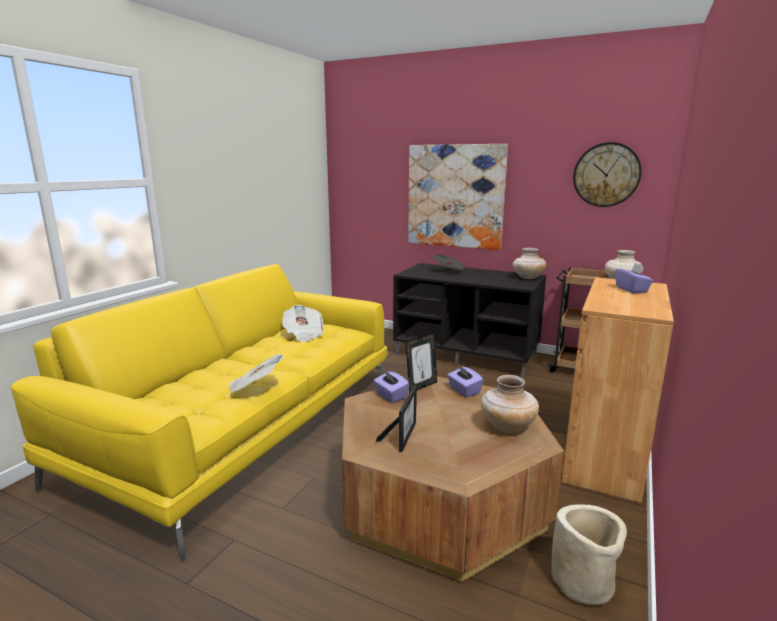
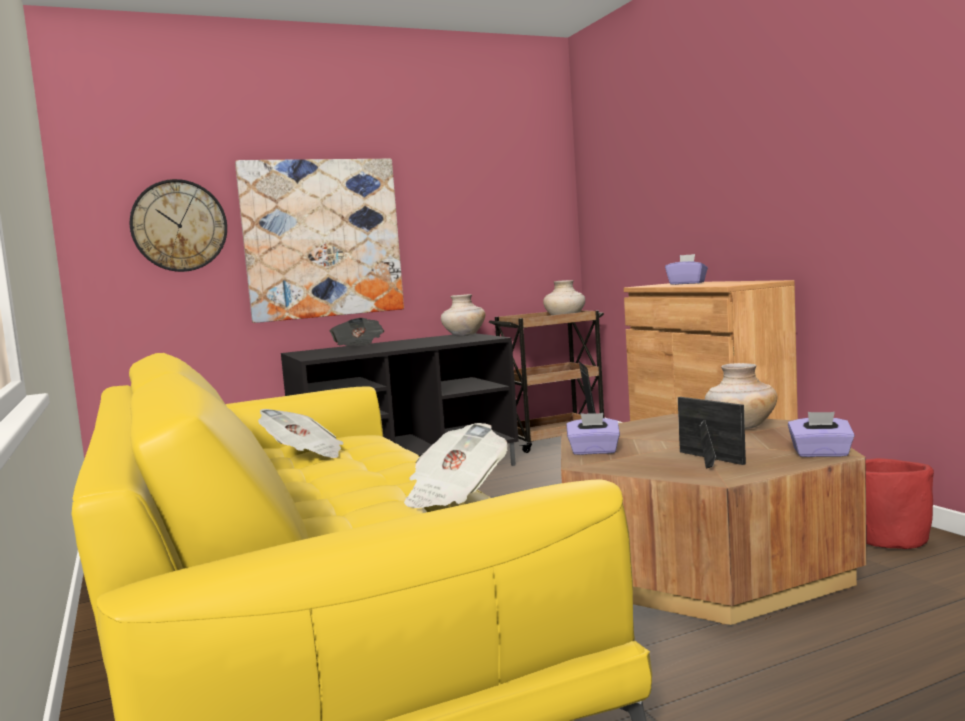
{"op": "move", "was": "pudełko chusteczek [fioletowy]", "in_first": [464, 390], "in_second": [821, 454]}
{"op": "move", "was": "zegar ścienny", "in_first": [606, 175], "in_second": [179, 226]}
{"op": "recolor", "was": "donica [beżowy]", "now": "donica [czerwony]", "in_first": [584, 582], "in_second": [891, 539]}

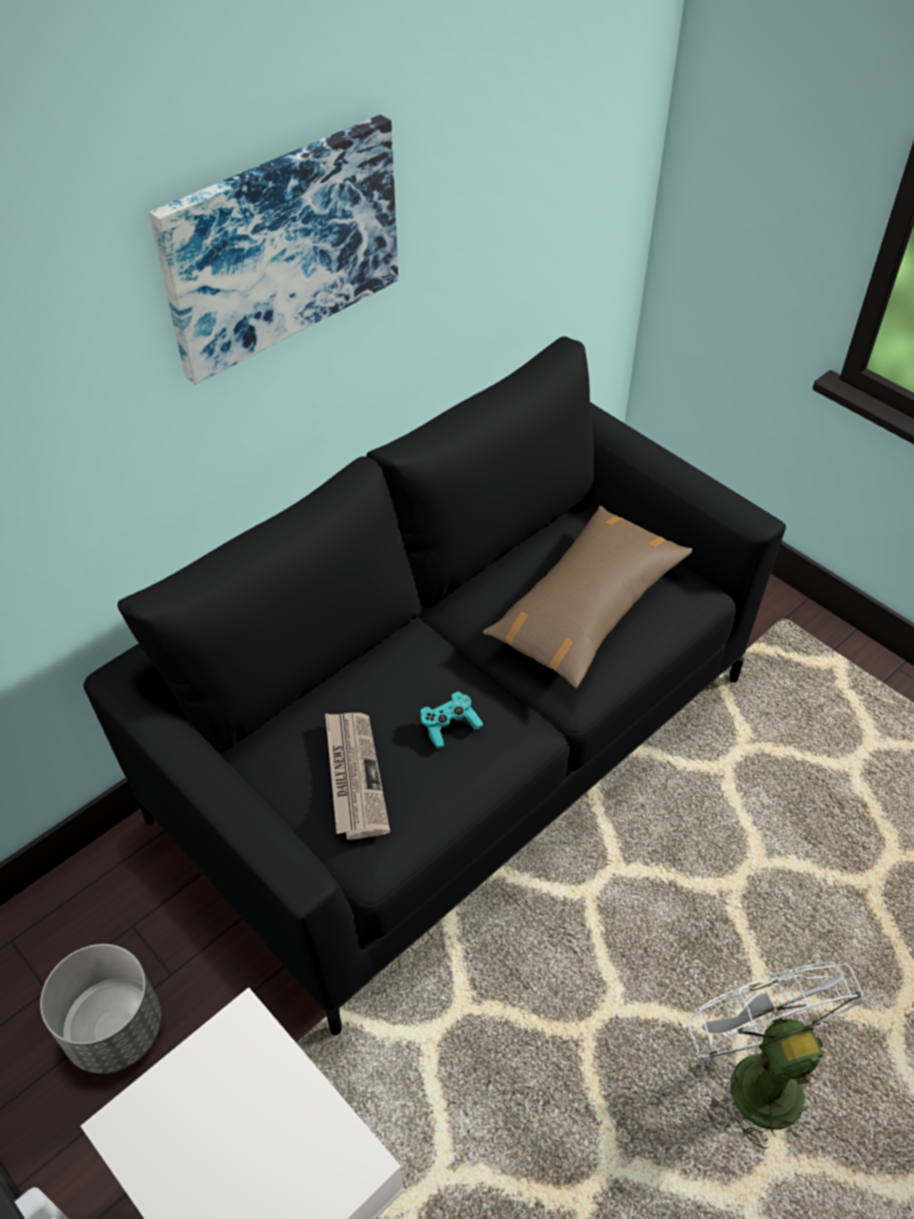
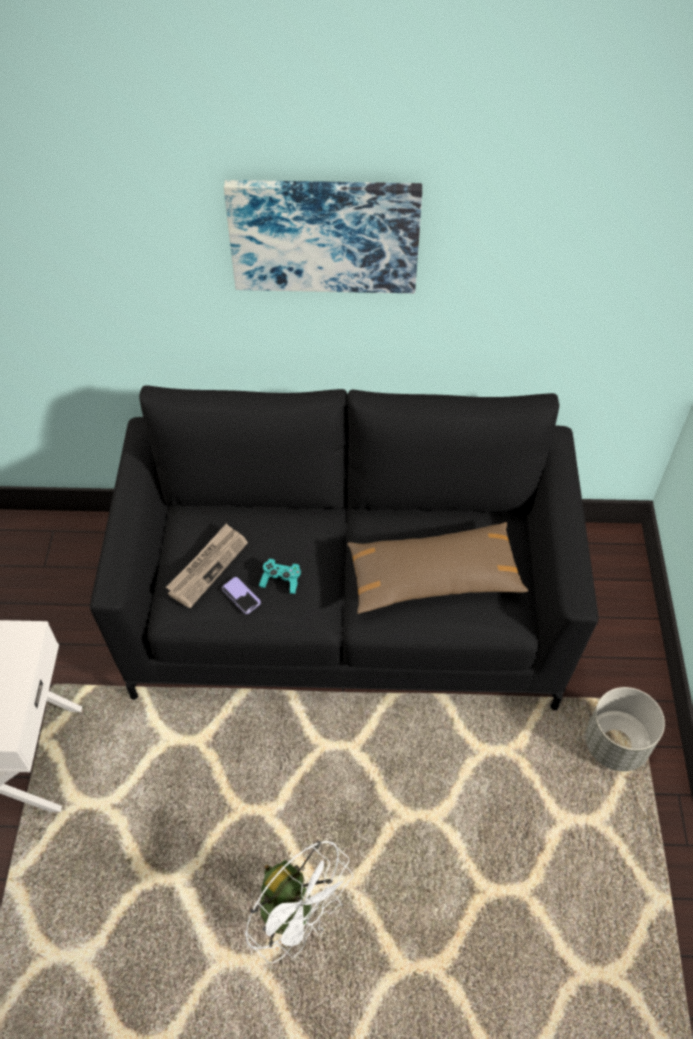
{"op": "insert", "now": "telefon", "in_second": [241, 596]}
{"op": "move", "was": "donica [szary]", "in_first": [114, 1029], "in_second": [615, 744]}
{"op": "rotate", "was": "wentylator [biały]", "in_first": [755, 1074], "in_second": [297, 914], "clockwise": 105}

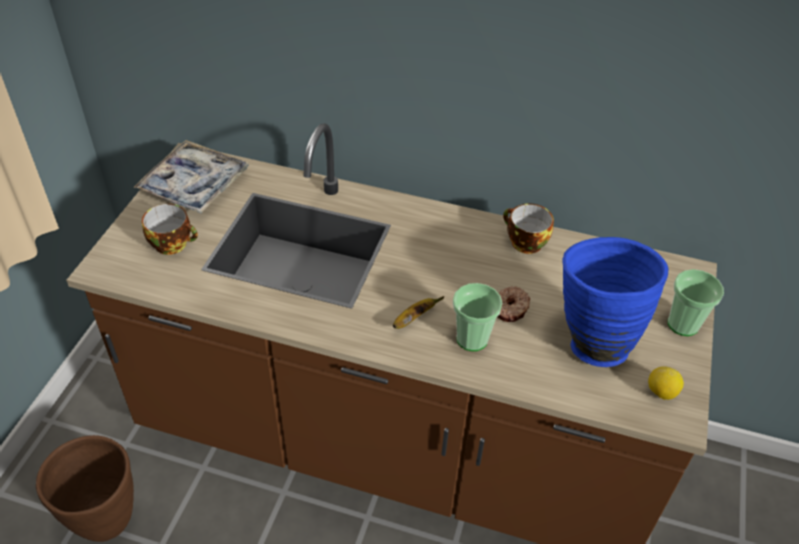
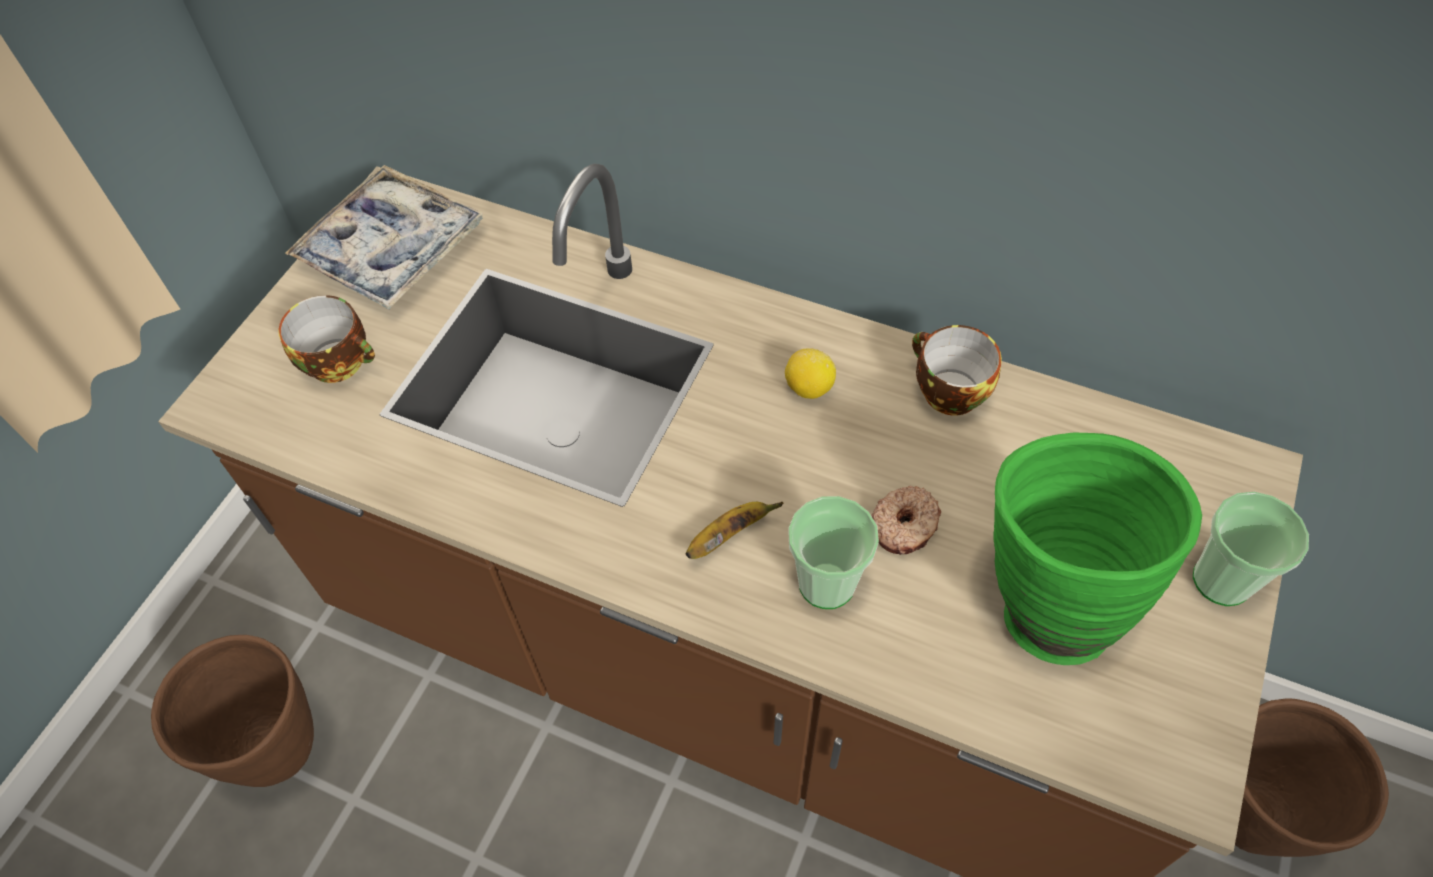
{"op": "insert", "now": "donica [brązowy]", "in_second": [1249, 814]}
{"op": "move", "was": "cytryna", "in_first": [661, 392], "in_second": [808, 388]}
{"op": "recolor", "was": "wazon [niebieski]", "now": "wazon [zielony]", "in_first": [591, 339], "in_second": [1044, 600]}

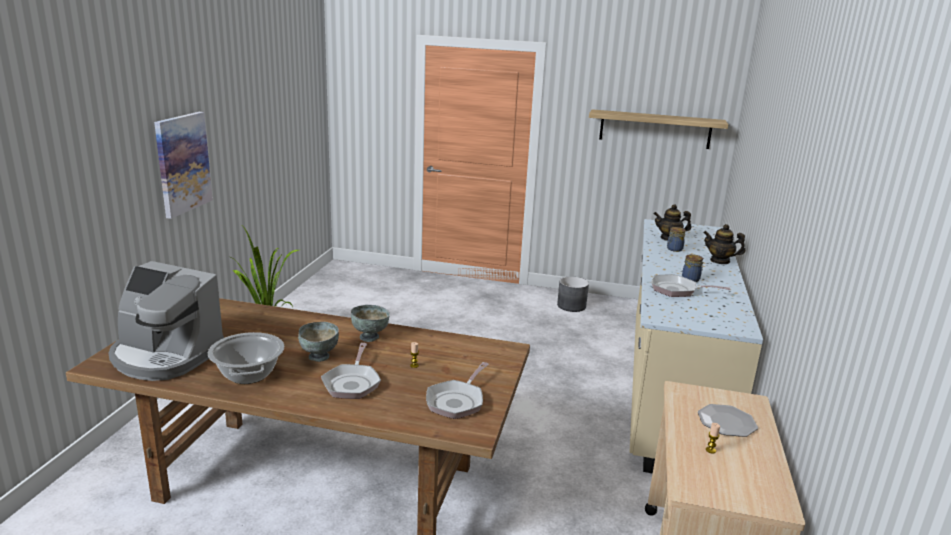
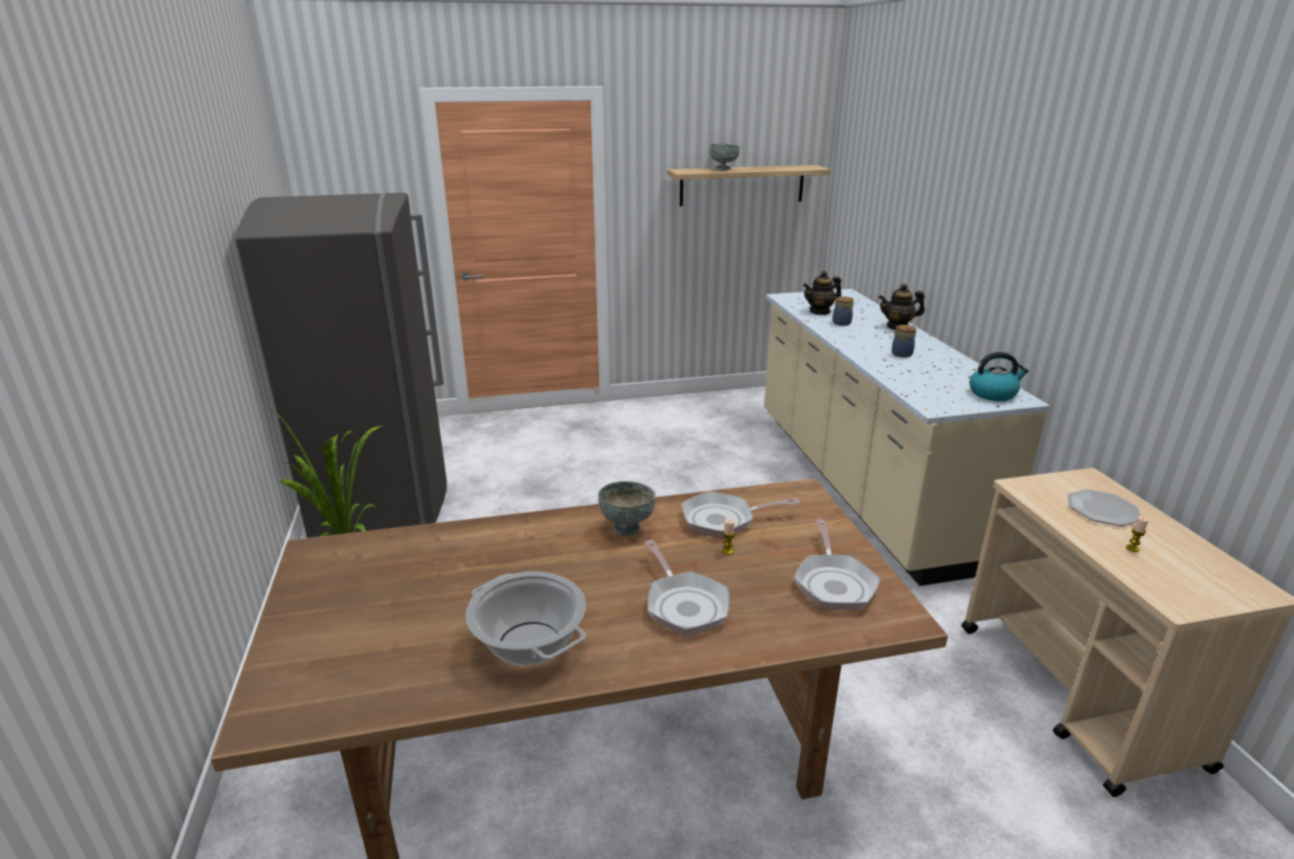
{"op": "delete", "was": "ekspres do kawy", "in_first": [165, 356]}
{"op": "delete", "was": "obraz", "in_first": [182, 163]}
{"op": "delete", "was": "donica [szary]", "in_first": [571, 306]}
{"op": "insert", "now": "lodówka [szary]", "in_second": [383, 495]}
{"op": "insert", "now": "czajnik", "in_second": [993, 394]}
{"op": "move", "was": "miska [szary]", "in_first": [319, 357], "in_second": [723, 169]}
{"op": "move", "was": "patelnia", "in_first": [677, 290], "in_second": [723, 520]}

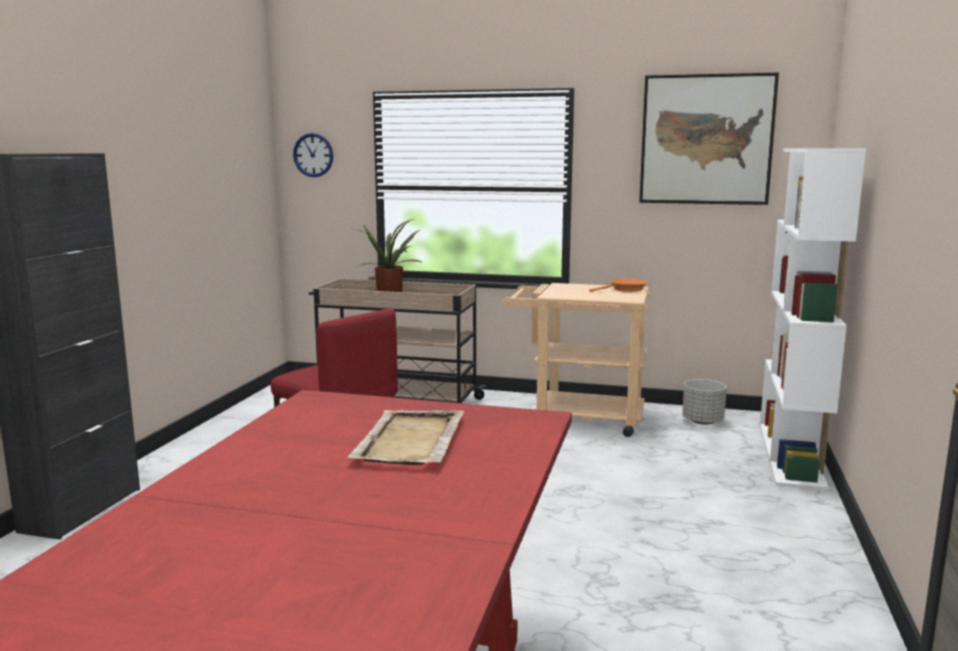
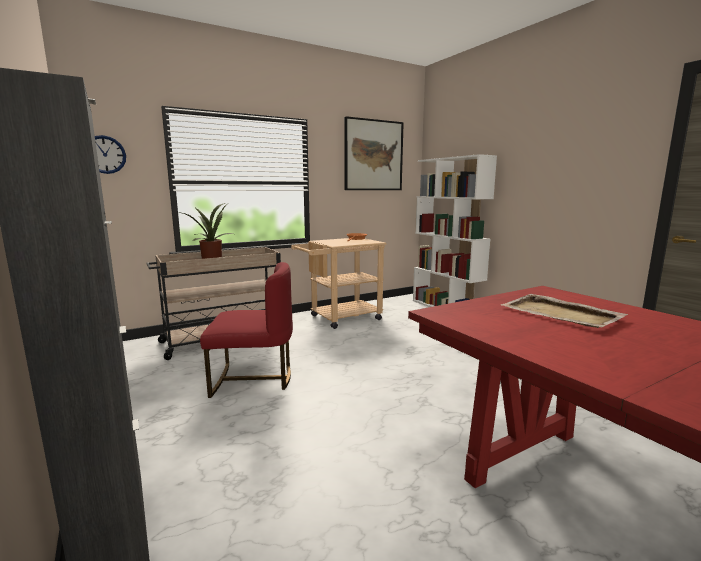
{"op": "delete", "was": "donica [szary]", "in_first": [702, 421]}

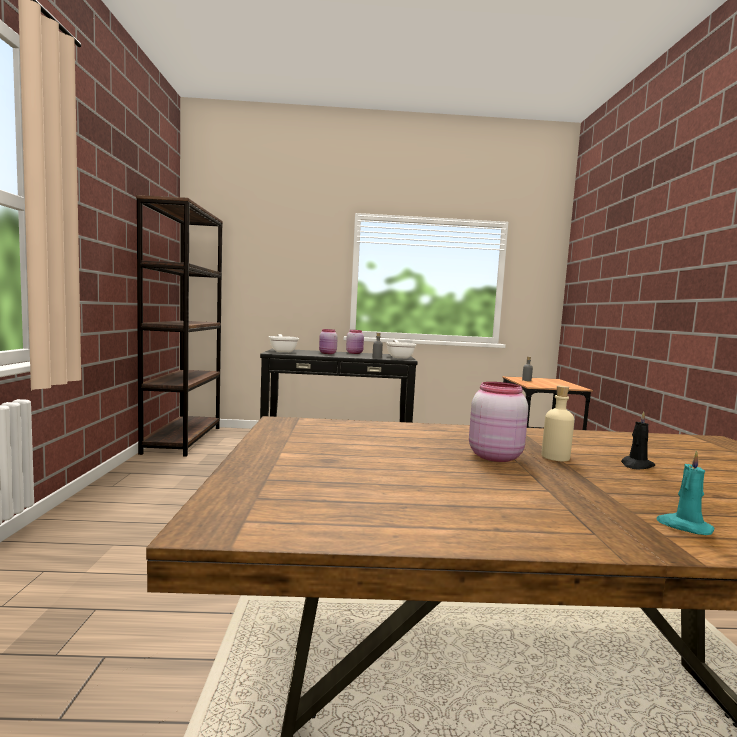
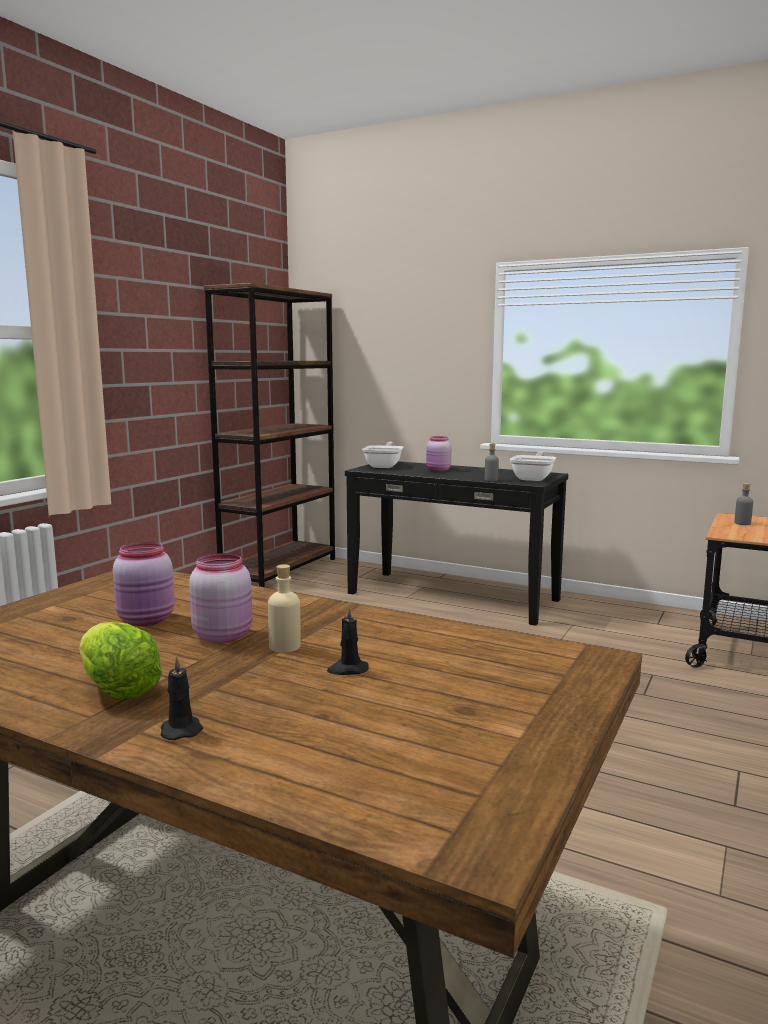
{"op": "insert", "now": "sałata", "in_second": [118, 690]}
{"op": "move", "was": "słoik [różowy]", "in_first": [355, 353], "in_second": [147, 620]}
{"op": "recolor", "was": "świeca [turkusowy]", "now": "świeca [czarny]", "in_first": [683, 526], "in_second": [180, 730]}

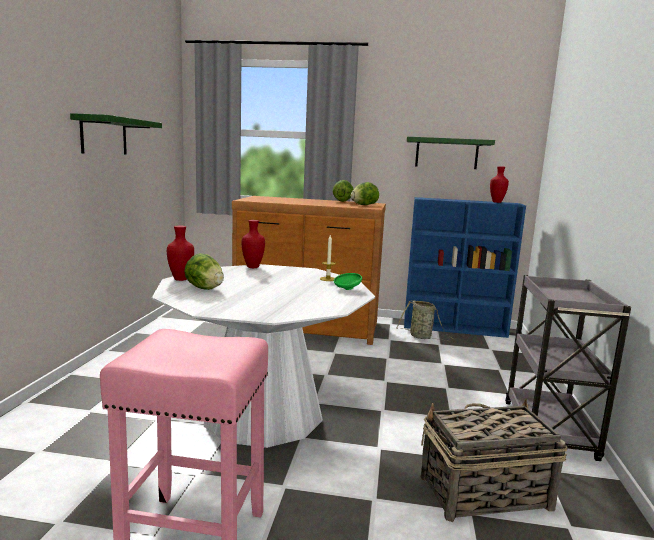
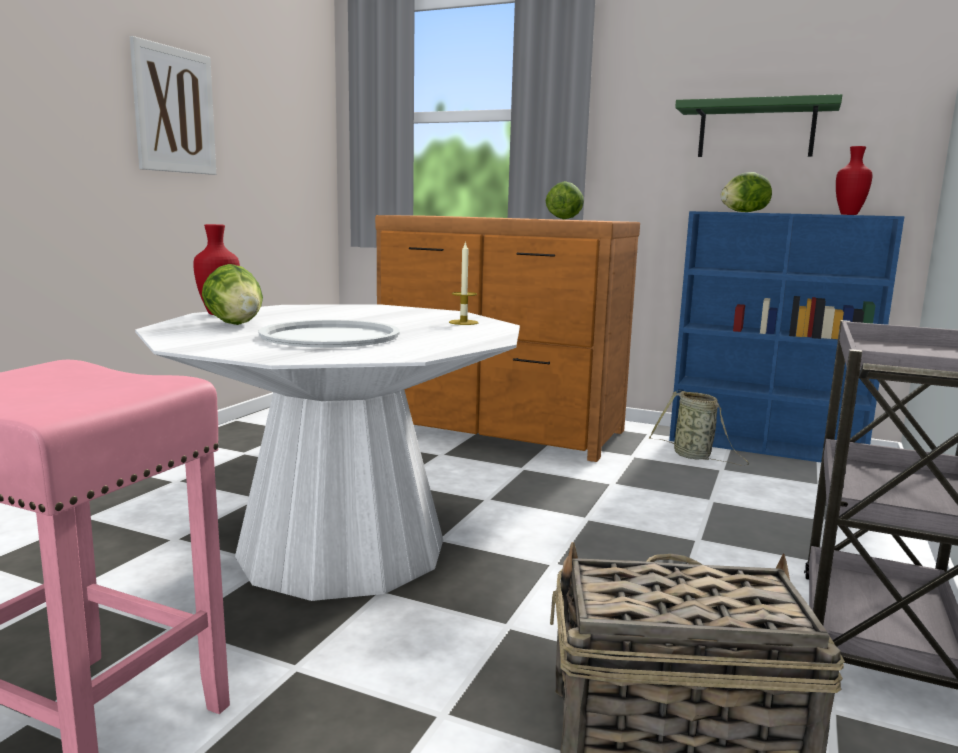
{"op": "delete", "was": "wazon [czerwony]", "in_first": [252, 267]}
{"op": "delete", "was": "miska [zielony]", "in_first": [346, 289]}
{"op": "insert", "now": "taca [biały]", "in_second": [330, 336]}
{"op": "move", "was": "sałata", "in_first": [363, 205], "in_second": [743, 212]}
{"op": "replace", "was": "półka [zielony]", "now": "obraz", "in_first": [104, 136], "in_second": [174, 110]}

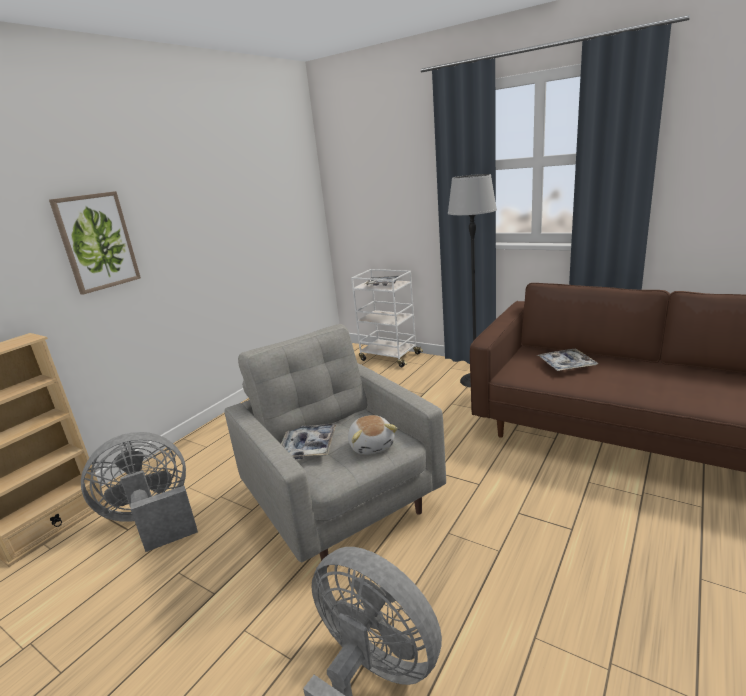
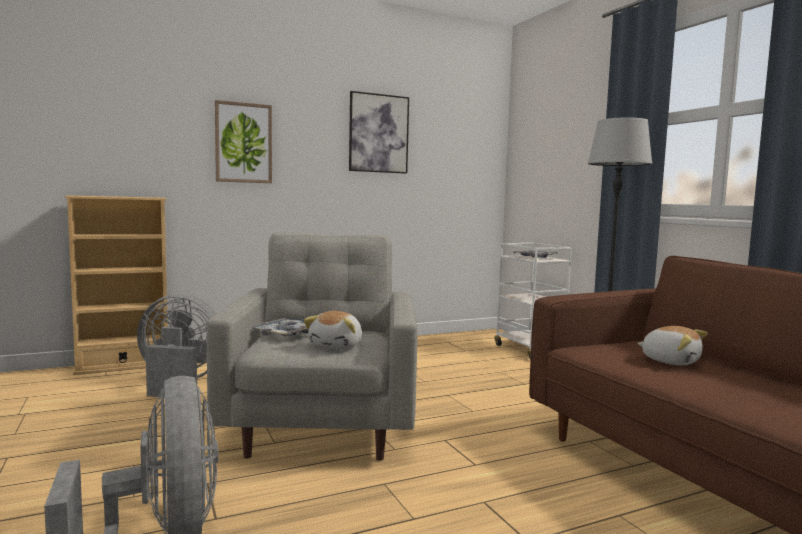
{"op": "insert", "now": "obraz", "in_second": [378, 133]}
{"op": "replace", "was": "taca", "now": "pluszak", "in_first": [566, 365], "in_second": [670, 361]}

